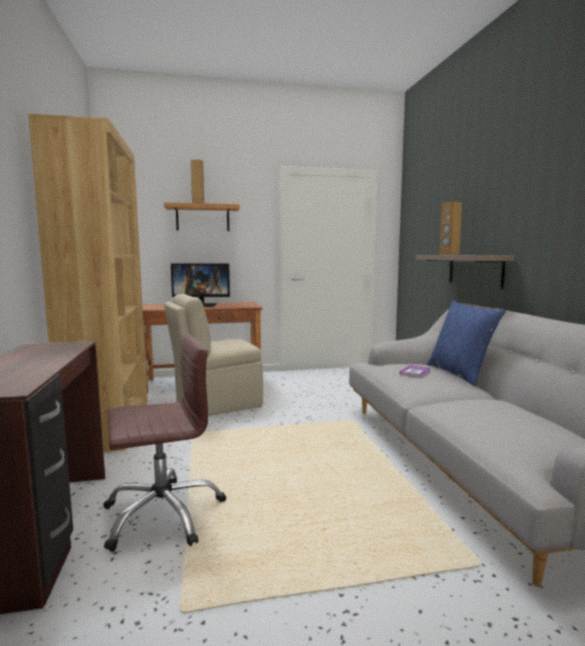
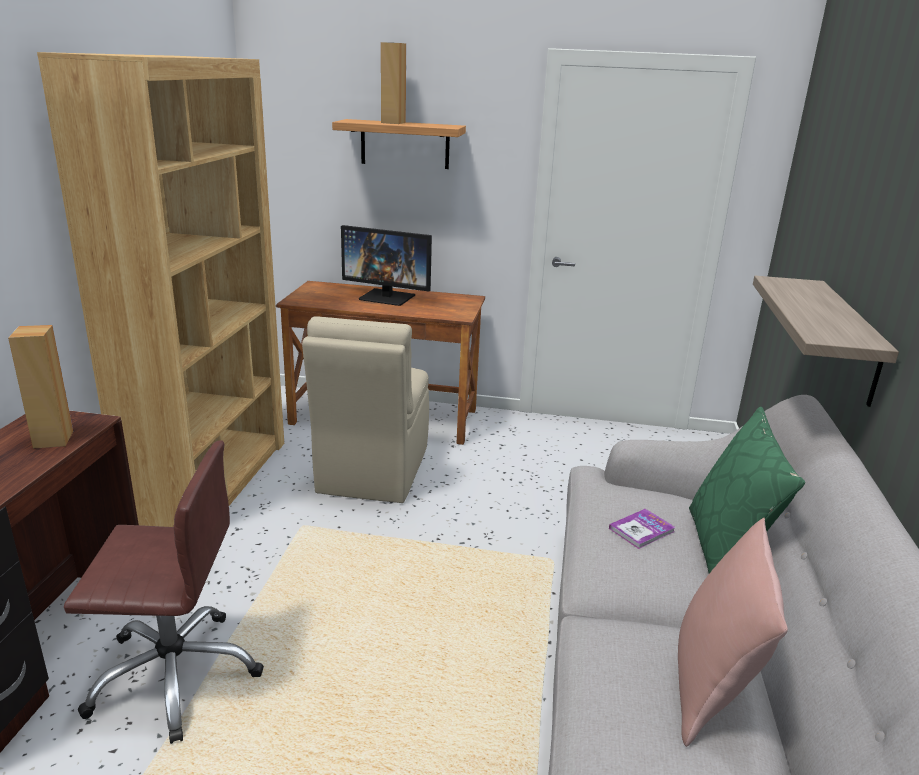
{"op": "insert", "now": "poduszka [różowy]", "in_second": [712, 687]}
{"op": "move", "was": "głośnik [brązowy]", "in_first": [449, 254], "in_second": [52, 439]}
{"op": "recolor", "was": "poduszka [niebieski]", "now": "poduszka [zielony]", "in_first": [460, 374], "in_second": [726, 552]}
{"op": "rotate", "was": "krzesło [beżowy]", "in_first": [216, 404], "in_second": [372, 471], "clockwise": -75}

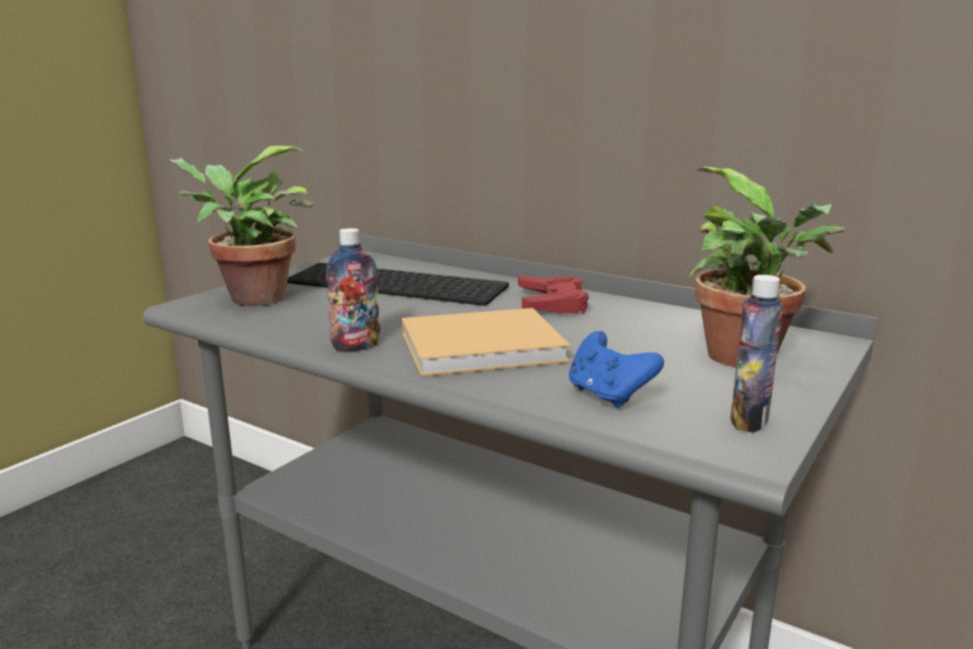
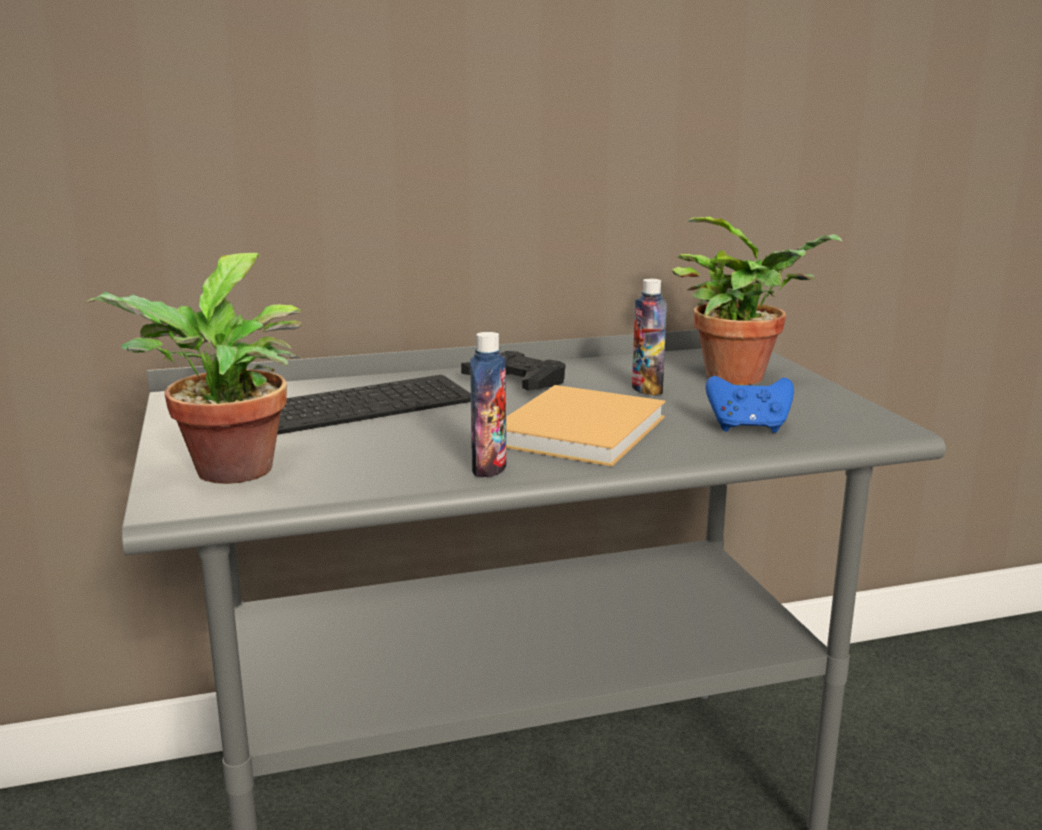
{"op": "move", "was": "butelka", "in_first": [749, 420], "in_second": [647, 389]}
{"op": "recolor", "was": "pad do gier [czerwony]", "now": "pad do gier [czarny]", "in_first": [552, 303], "in_second": [517, 381]}

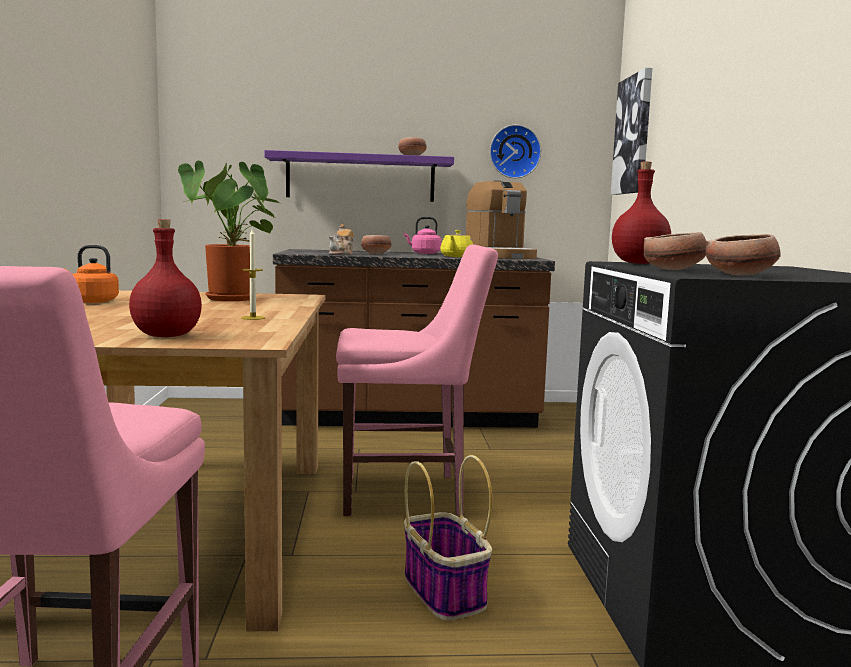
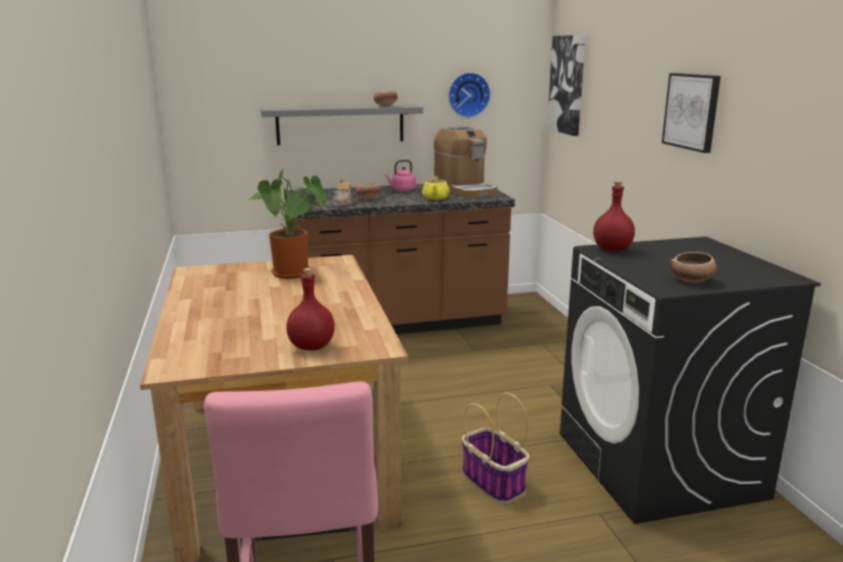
{"op": "delete", "was": "czajnik [pomarańczowy]", "in_first": [91, 301]}
{"op": "delete", "was": "świeca", "in_first": [253, 318]}
{"op": "delete", "was": "krzesło [różowy]", "in_first": [409, 494]}
{"op": "delete", "was": "miska", "in_first": [674, 270]}
{"op": "insert", "now": "obraz", "in_second": [692, 111]}
{"op": "recolor", "was": "półka [fioletowy]", "now": "półka [szary]", "in_first": [360, 178], "in_second": [340, 124]}

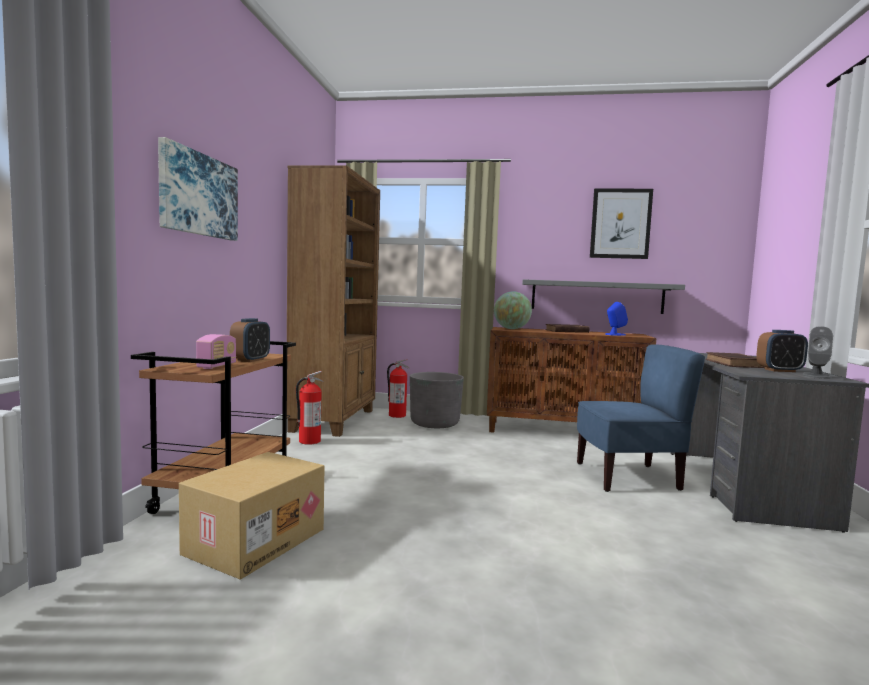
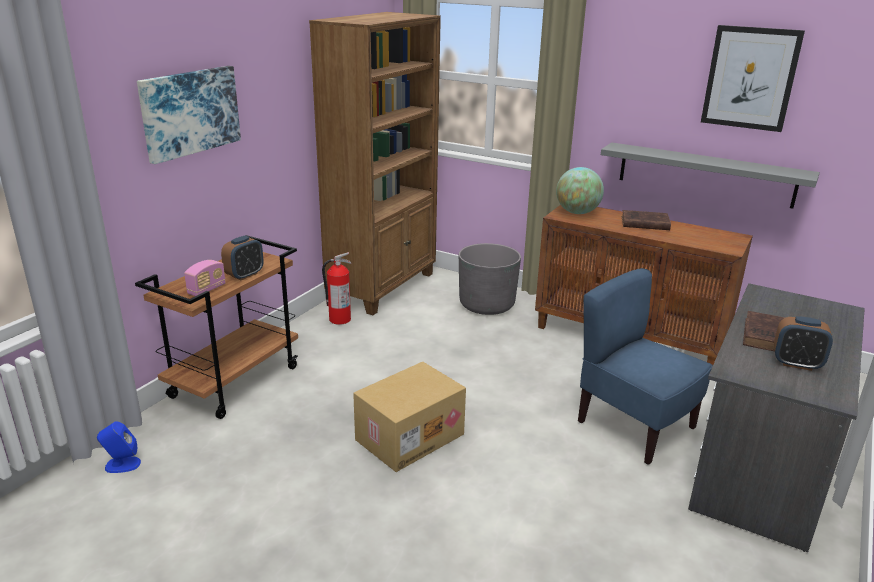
{"op": "delete", "was": "gaśnica", "in_first": [397, 415]}
{"op": "delete", "was": "głośnik [szary]", "in_first": [816, 376]}
{"op": "move", "was": "karton", "in_first": [255, 540], "in_second": [409, 436]}
{"op": "move", "was": "głośnik [niebieski]", "in_first": [615, 334], "in_second": [122, 465]}
{"op": "rotate", "was": "krzesło [niebieski]", "in_first": [627, 477], "in_second": [634, 426], "clockwise": -150}

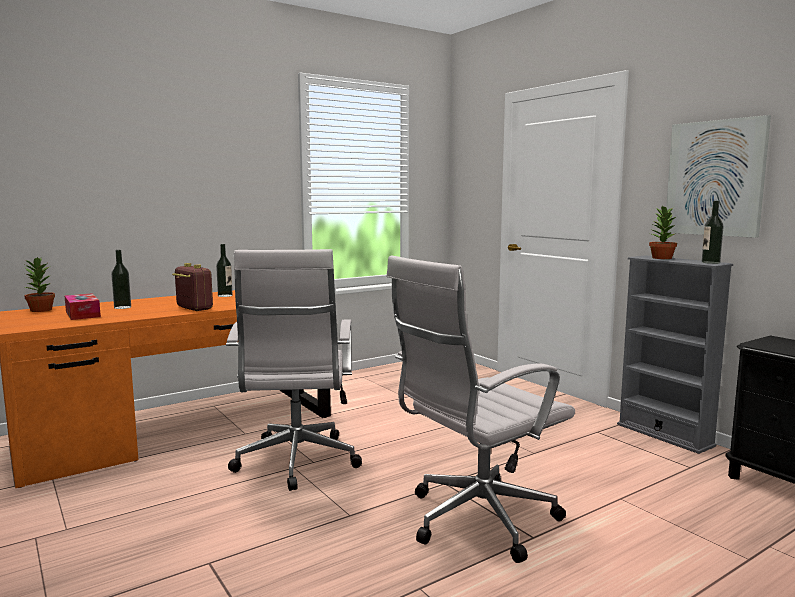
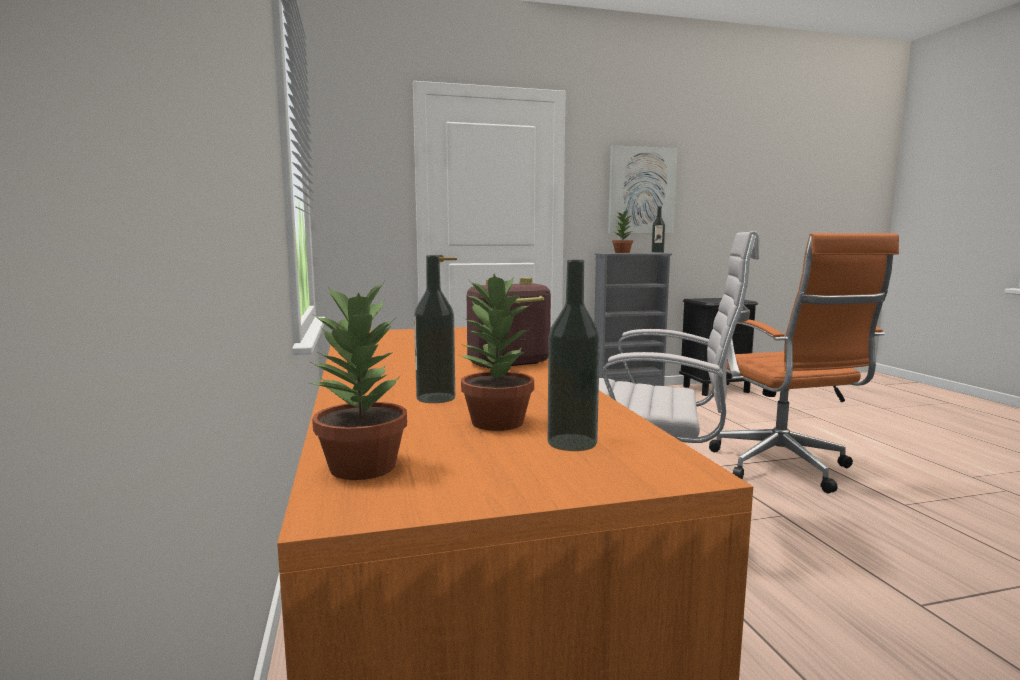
{"op": "move", "was": "butelka", "in_first": [225, 295], "in_second": [572, 442]}
{"op": "replace", "was": "pudełko chusteczek", "now": "roślina doniczkowa", "in_first": [82, 314], "in_second": [496, 422]}
{"op": "recolor", "was": "krzesło biurowe [biały]", "now": "krzesło biurowe [pomarańczowy]", "in_first": [475, 521], "in_second": [783, 468]}

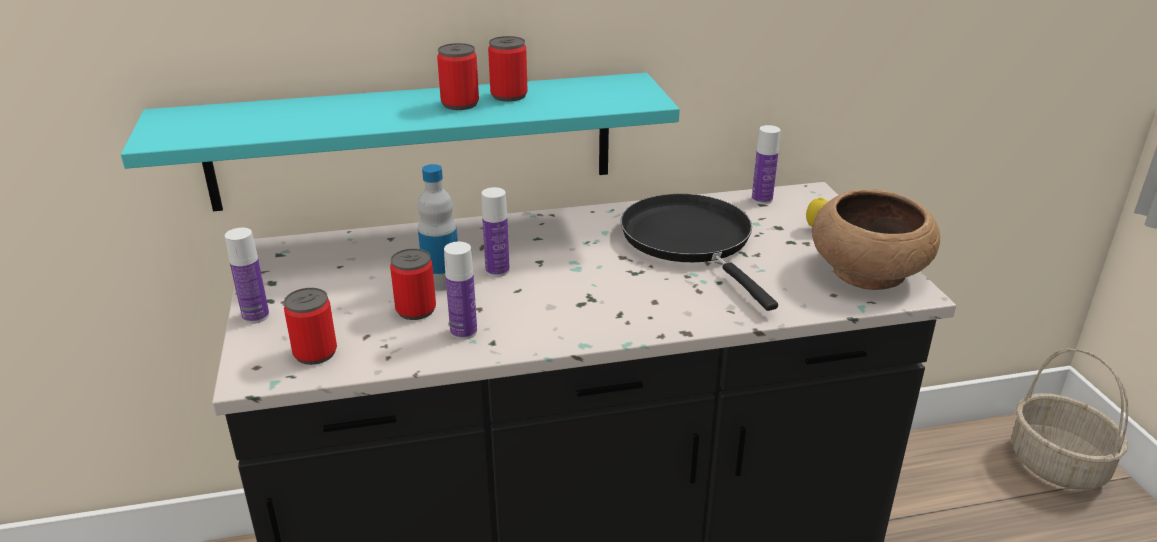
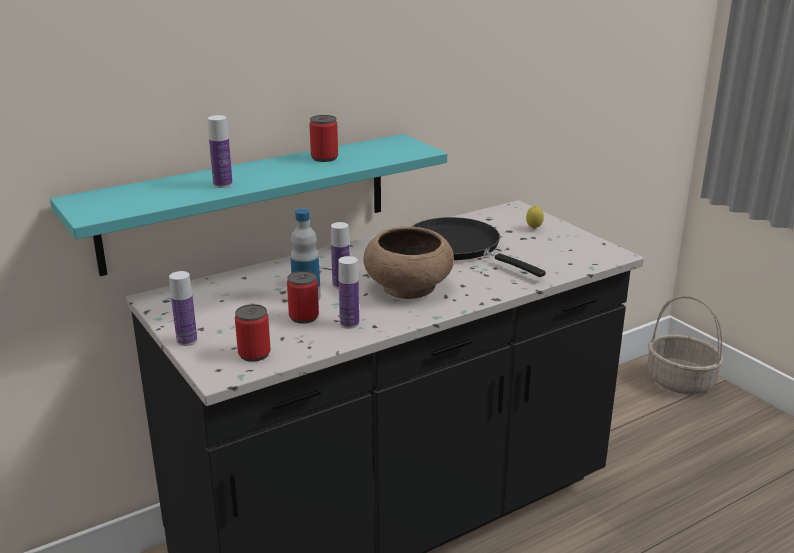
{"op": "delete", "was": "puszka", "in_first": [460, 104]}
{"op": "move", "was": "butelka", "in_first": [762, 199], "in_second": [223, 184]}
{"op": "move", "was": "miska [brązowy]", "in_first": [869, 273], "in_second": [409, 288]}

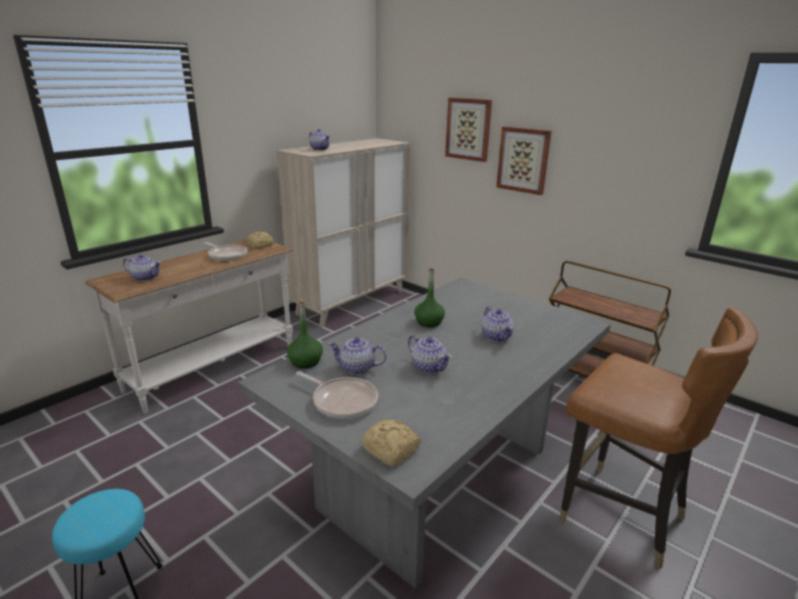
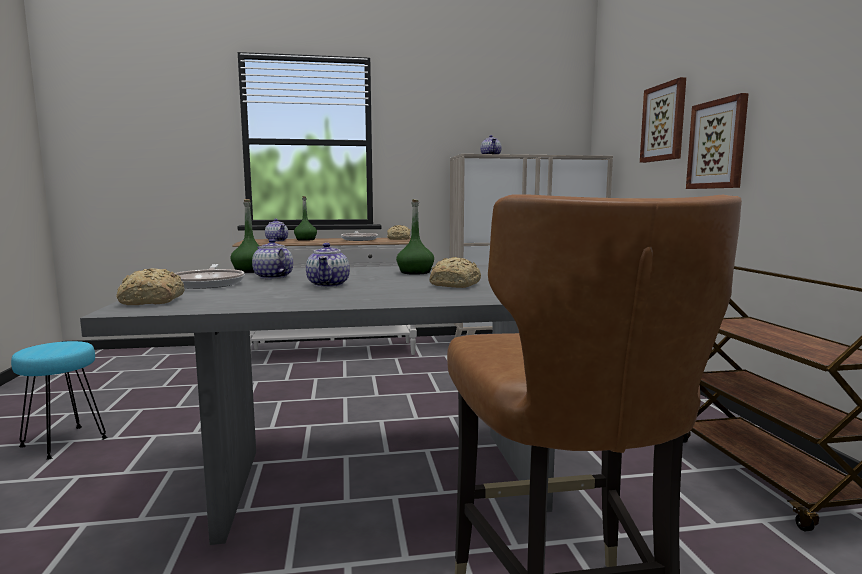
{"op": "insert", "now": "butelka [zielony]", "in_second": [305, 240]}
{"op": "replace", "was": "imbryk", "now": "chleb", "in_first": [497, 337], "in_second": [456, 285]}

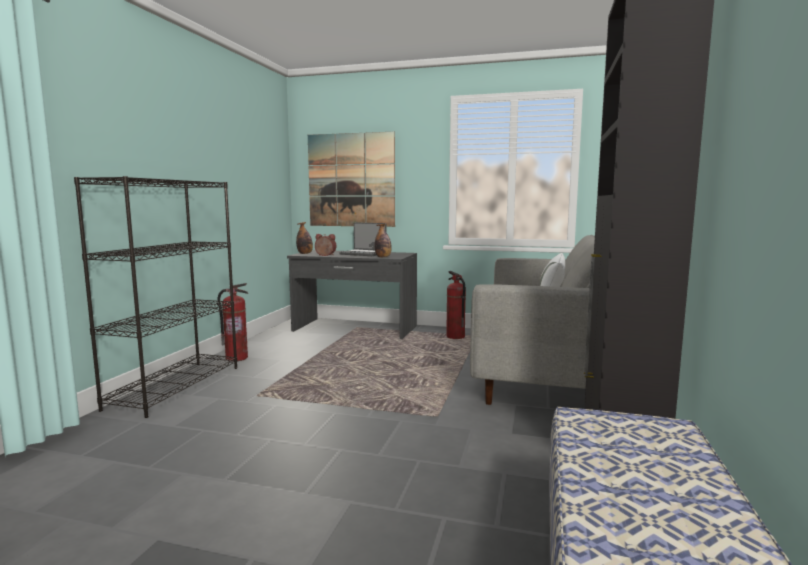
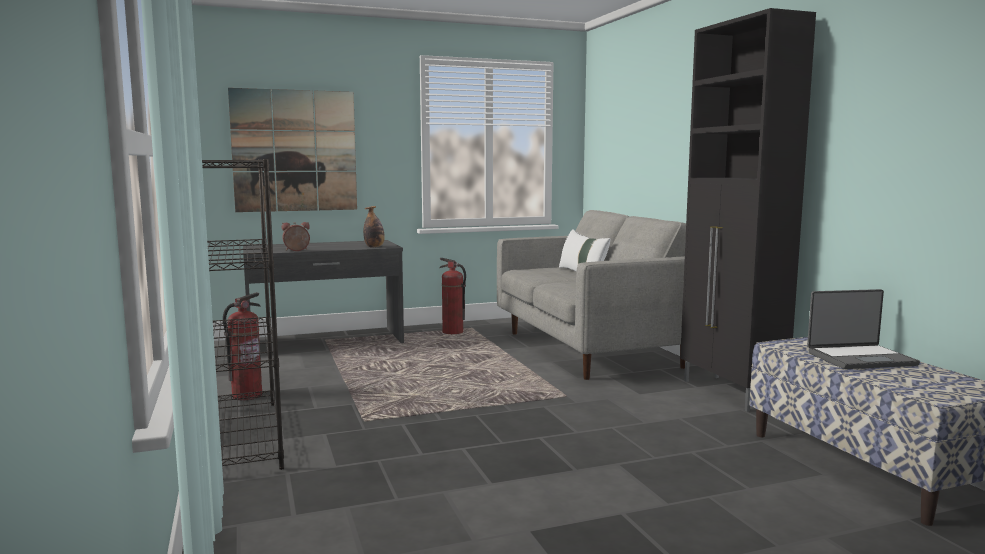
{"op": "delete", "was": "butelka", "in_first": [305, 253]}
{"op": "move", "was": "laptop", "in_first": [363, 254], "in_second": [860, 358]}

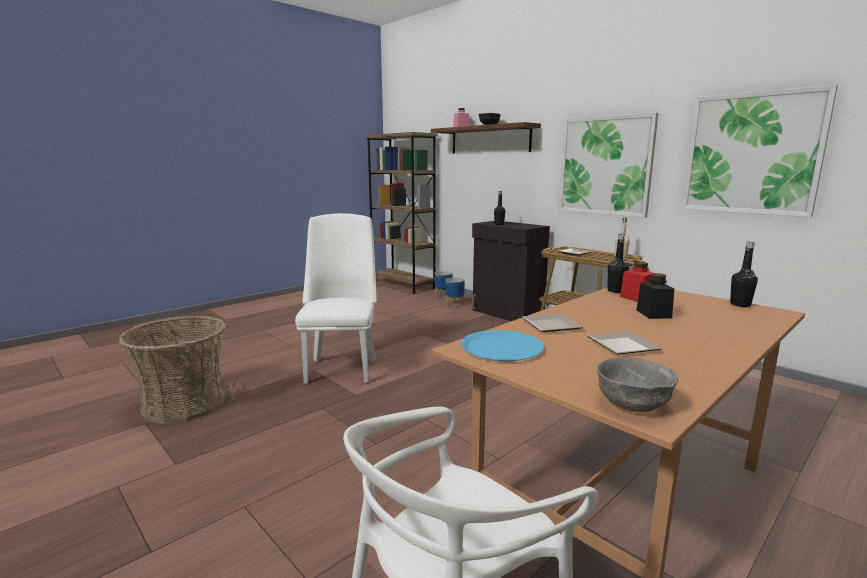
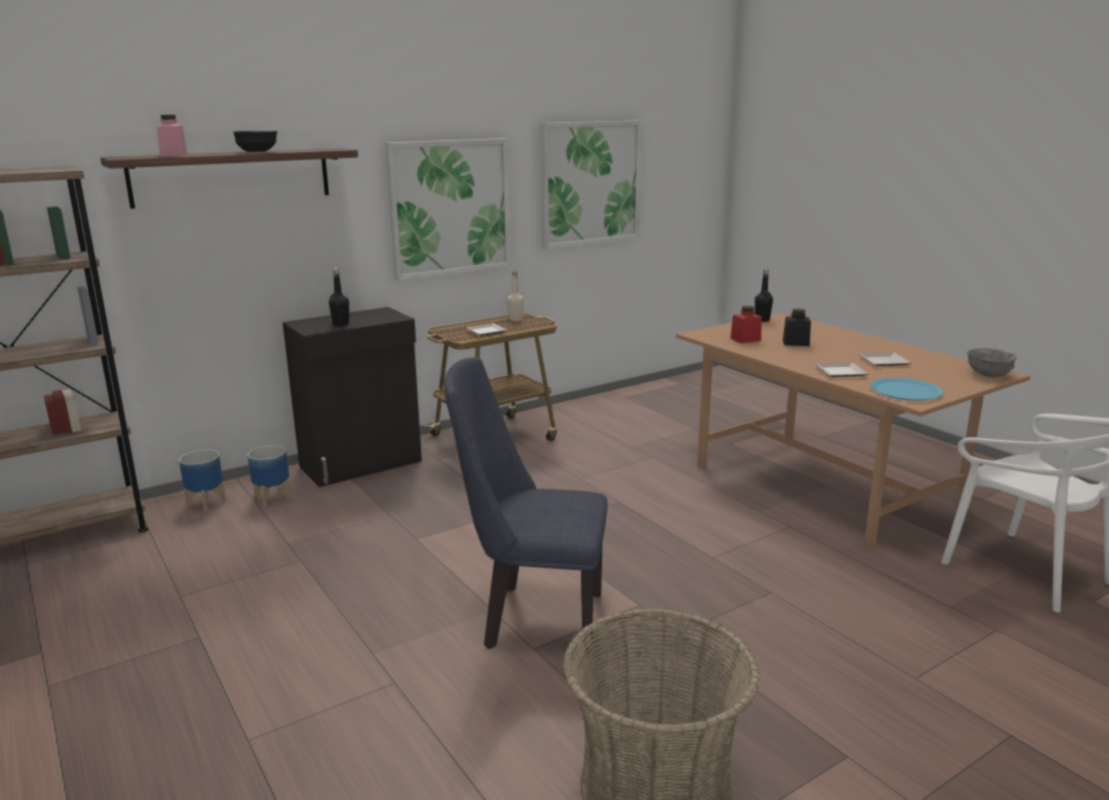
{"op": "delete", "was": "butelka [czarny]", "in_first": [616, 291]}
{"op": "recolor", "was": "krzesło [biały]", "now": "krzesło [niebieski]", "in_first": [341, 367], "in_second": [532, 618]}

